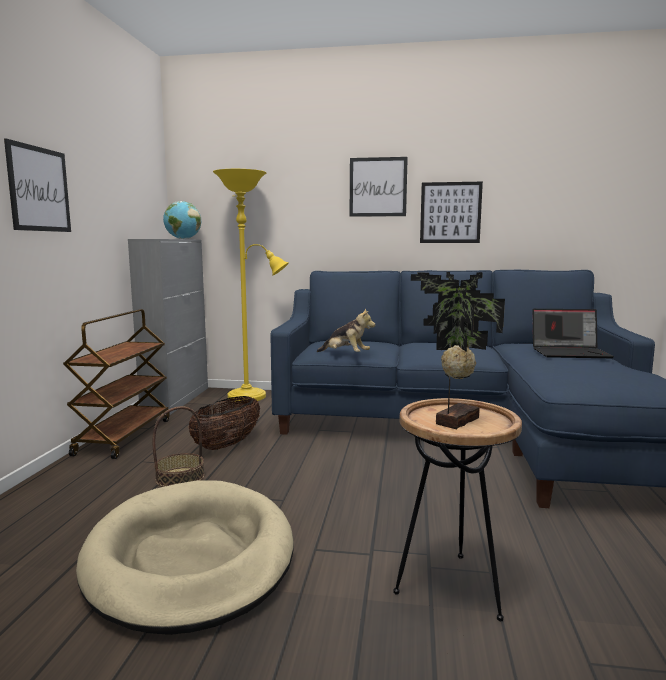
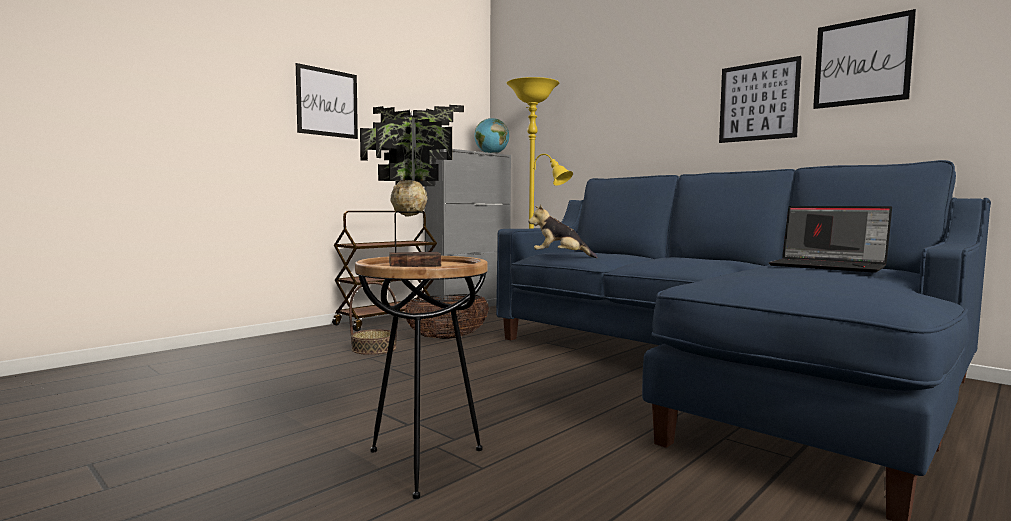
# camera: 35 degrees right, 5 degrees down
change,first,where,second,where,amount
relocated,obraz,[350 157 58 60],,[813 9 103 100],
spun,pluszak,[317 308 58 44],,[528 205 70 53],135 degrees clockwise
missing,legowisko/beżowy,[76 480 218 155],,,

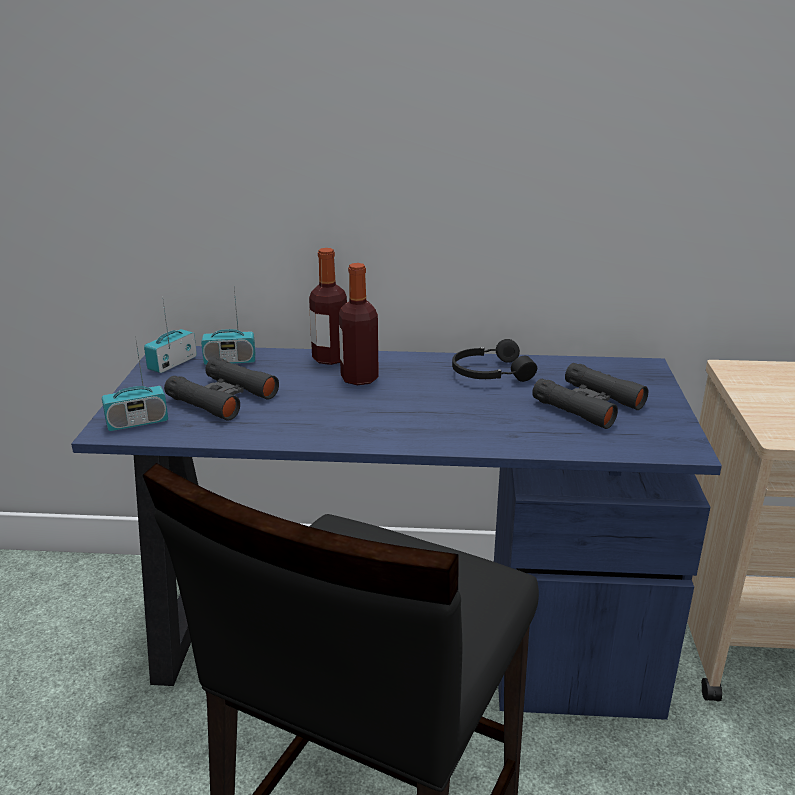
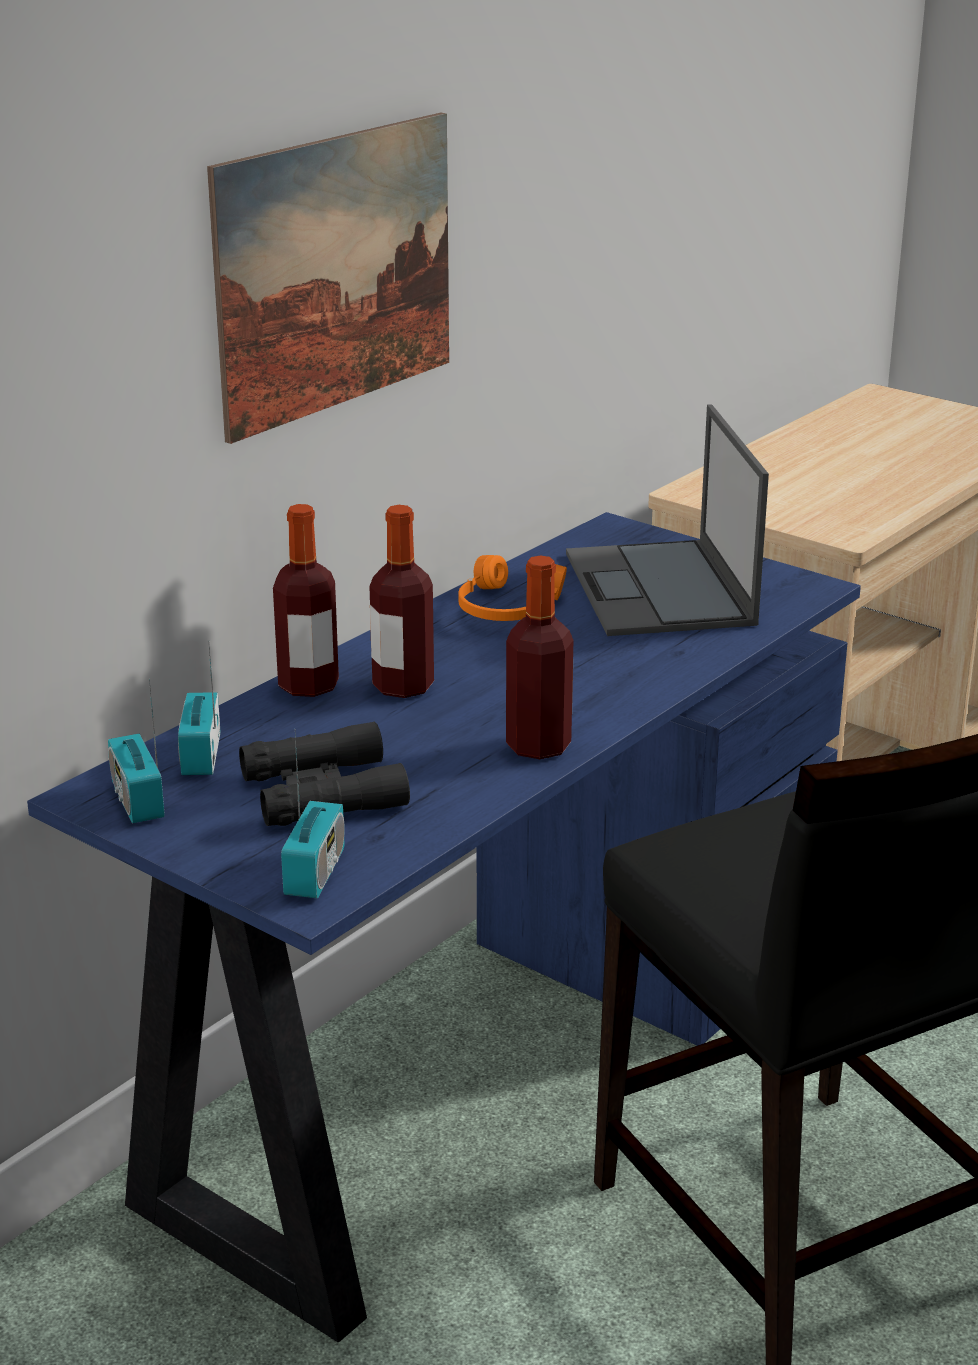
# camera: 55 degrees left, 0 degrees up
change,first,where,second,where,amount
spun,radio,[201 290 54 75],,[178 640 42 135],150 degrees clockwise
colour,słuchawki/czarny,[452 339 85 43],słuchawki/pomarańczowy,[458 555 109 66],
exchanged,lornetka/czarny,[532 363 116 66],laptop,[566 404 203 232],
appeared,,,obraz,[207 113 242 331],
appeared,,,butelka,[506 555 67 204],

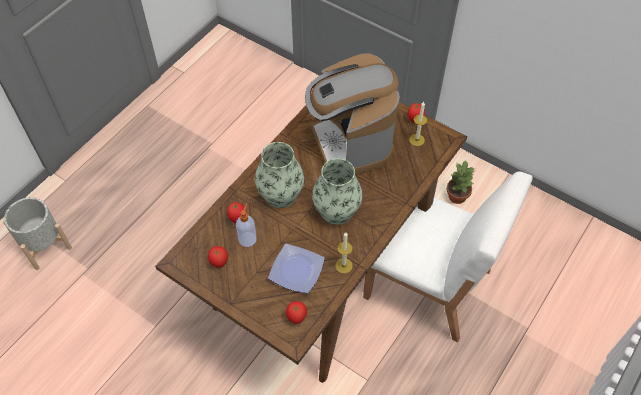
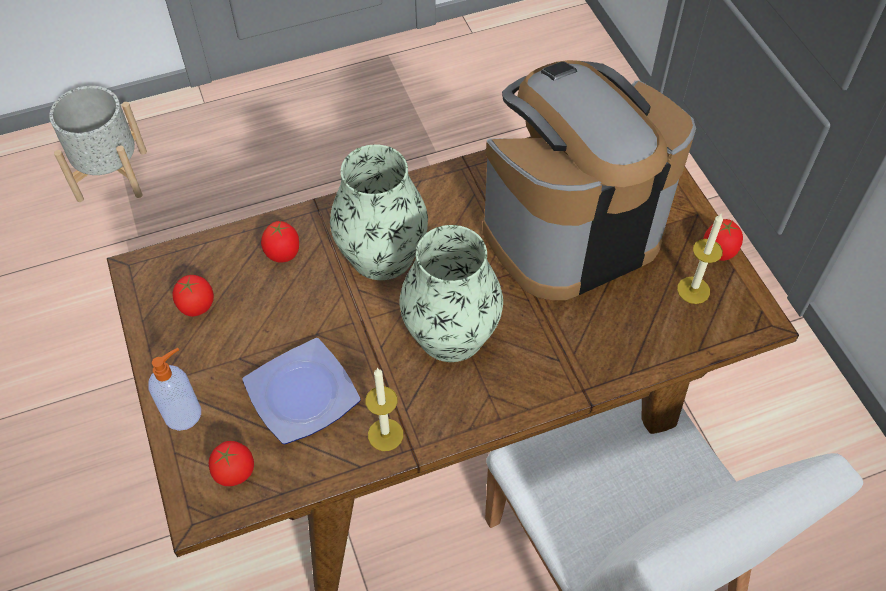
# camera: 35 degrees right, 0 degrees up
change,first,where,second,where,amount
spun,ekspres do kawy,[305 53 95 122],,[483 60 213 240],45 degrees clockwise
missing,roślina doniczkowa,[446 160 30 44],,,
relocated,dozownik mydła,[236 204 21 43],,[148 348 53 83],

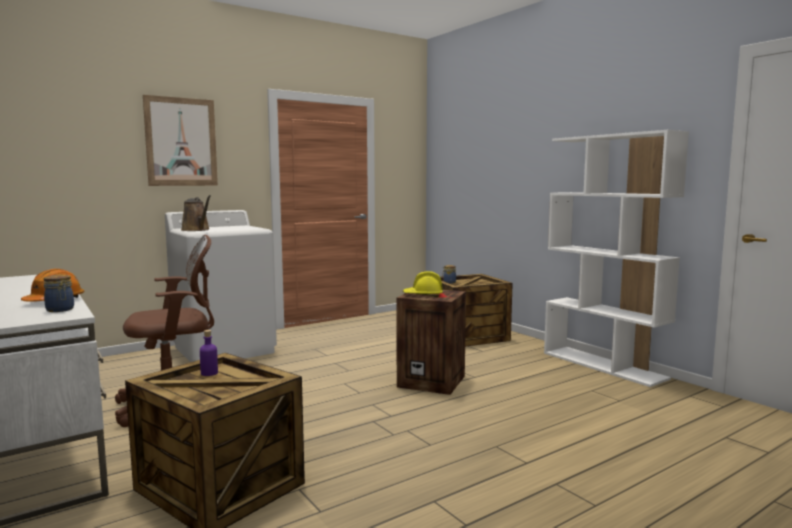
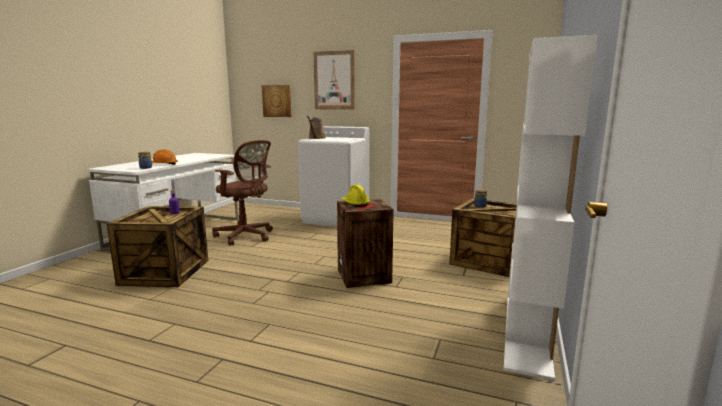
# camera: 55 degrees right, 5 degrees up
change,first,where,second,where,amount
appeared,,,obraz,[262 85 30 32],

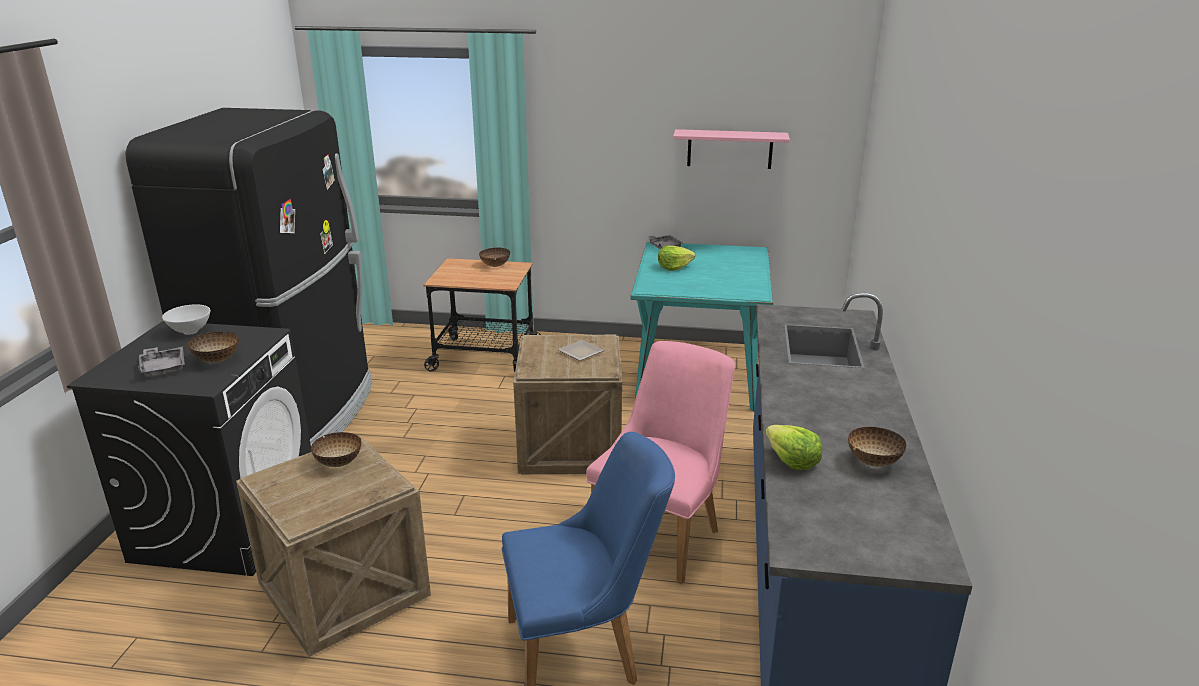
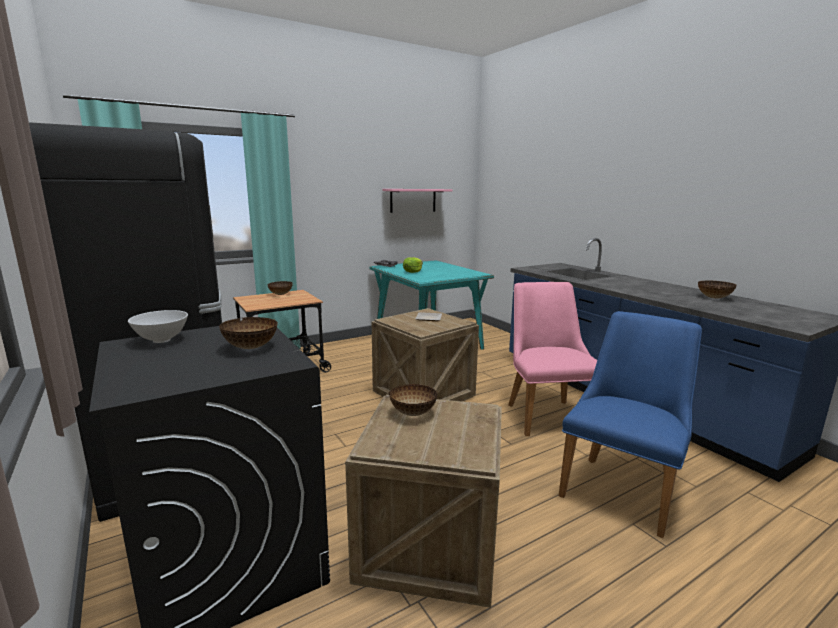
# camera: 40 degrees left, 10 degrees down
change,first,where,second,where,amount
missing,taca/szary,[138 347 47 30],,,
missing,sałata,[766 425 56 45],,,

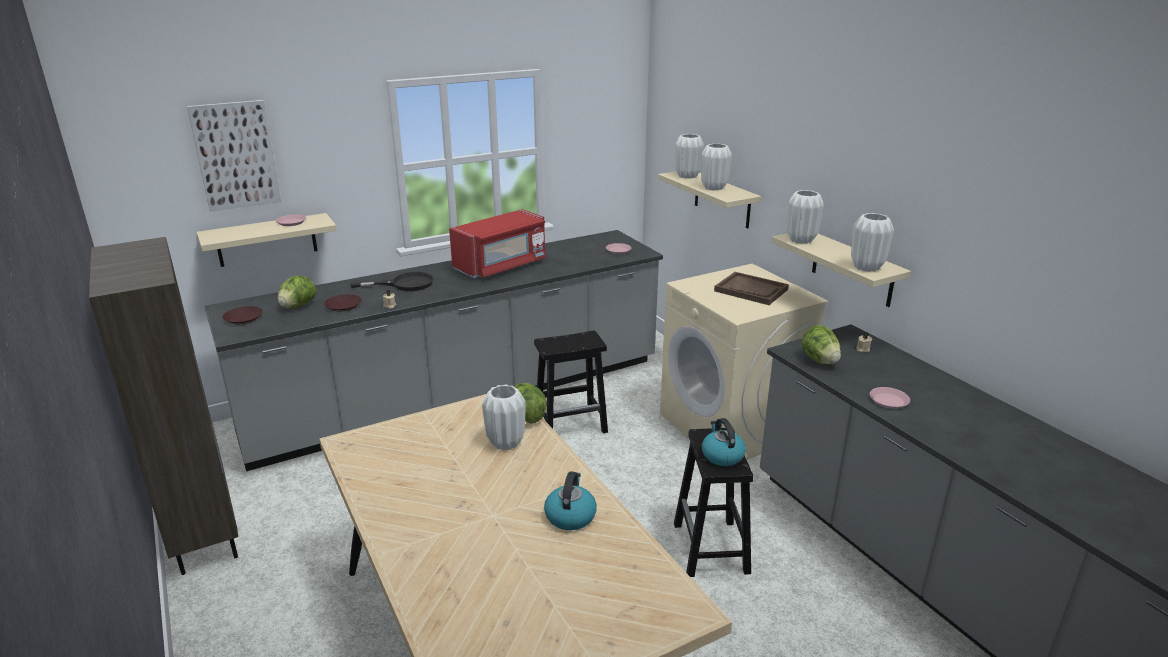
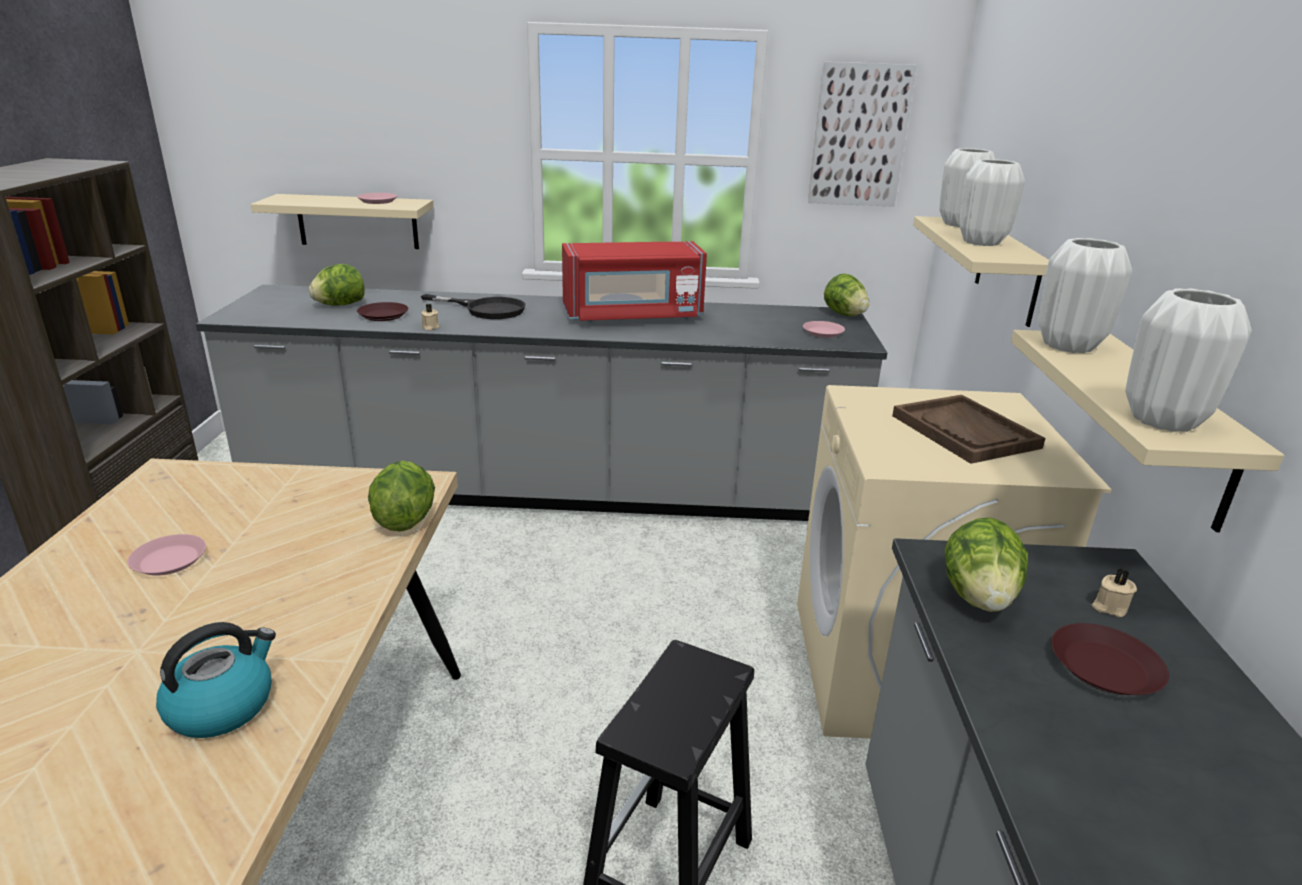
# camera: 30 degrees right, 0 degrees up
change,first,where,second,where,amount
relocated,obraz,[187 100 94 112],,[808 62 109 145],
relocated,talerz/brązowy,[222 306 41 18],,[1051 623 118 72],
missing,stołek/czarny,[534 331 74 102],,,
missing,wazon/biały,[482 385 44 65],,,
relocated,talerz/różowy,[870 387 40 22],,[128 534 78 42],
missing,czajnik,[702 418 44 48],,,
appeared,,,sałata,[824 274 46 42],

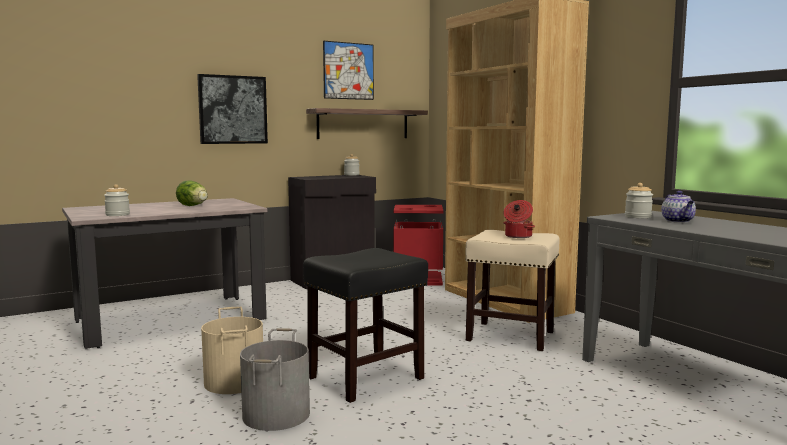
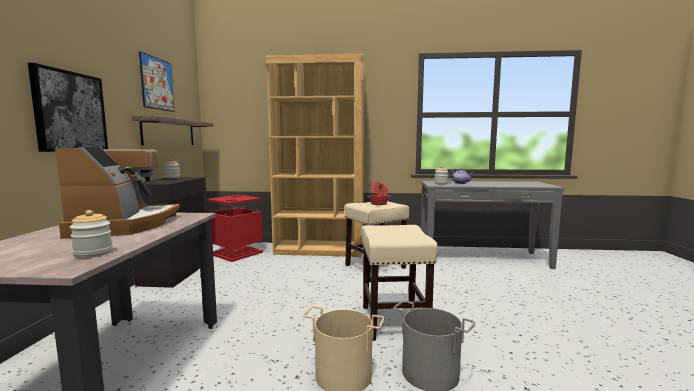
# camera: 55 degrees left, 0 degrees up
change,first,where,second,where,amount
exchanged,sałata,[176 180 32 26],ekspres do kawy,[55 147 125 92],
colour,stołek/czarny,[303 248 125 155],stołek/beżowy,[361 225 76 116],

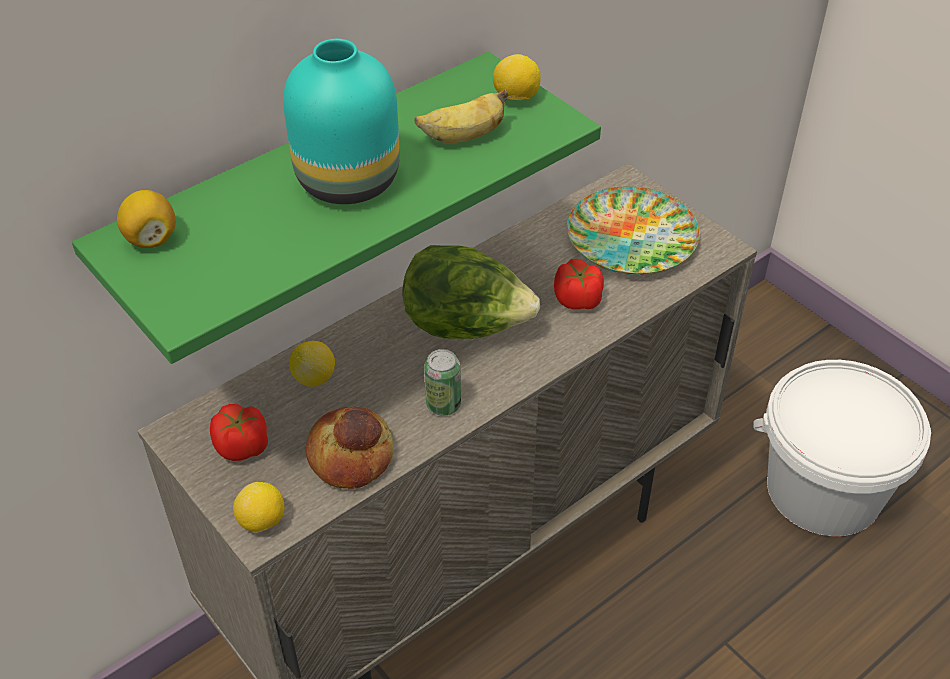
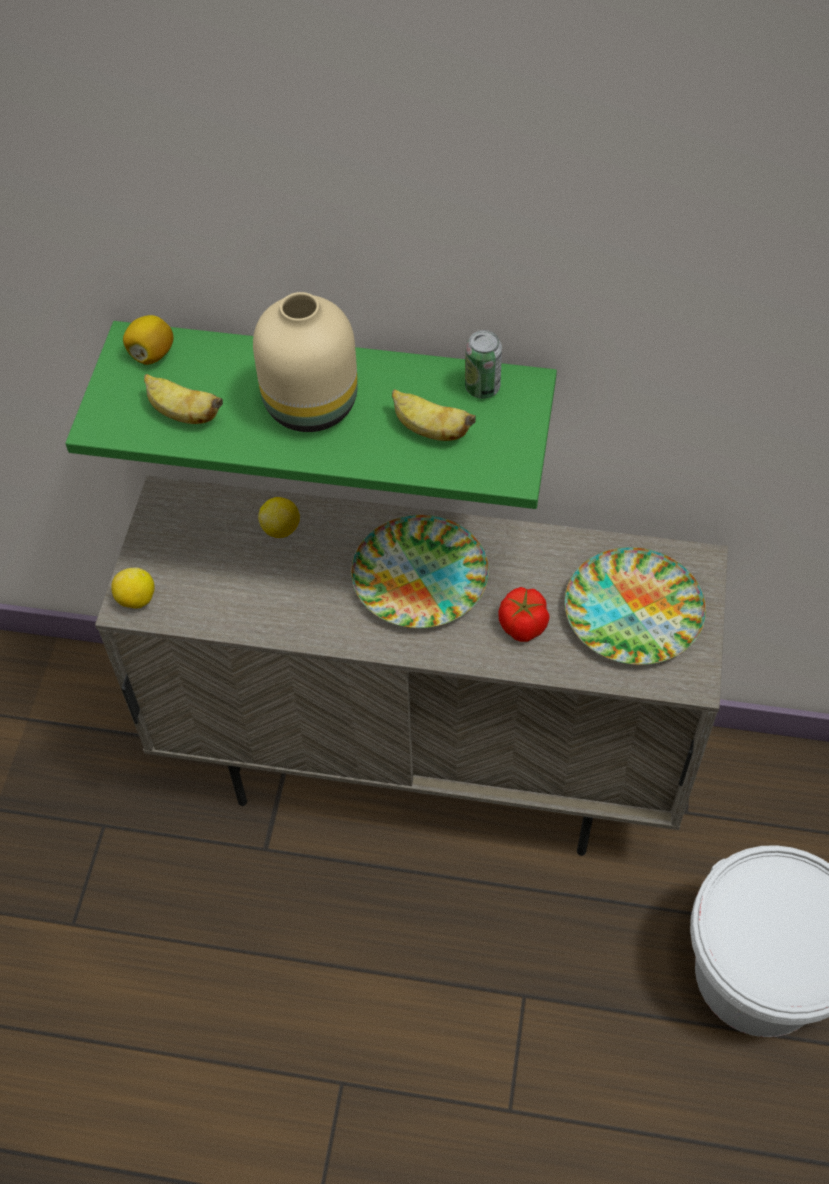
# camera: 50 degrees right, 10 degrees up
change,first,where,second,where,amount
colour,wazon/turkusowy,[283 39 117 165],wazon/beżowy,[253 292 105 140],
missing,cytryna,[493 54 48 46],,,
exchanged,sałata,[403 245 137 94],talerz,[351 515 138 113],
relocated,puszka,[424 349 37 67],,[465 330 37 69],
missing,pomidor,[210 404 58 57],,,
missing,chleb,[306 406 88 83],,,
appeared,,,banan,[144 374 79 50],

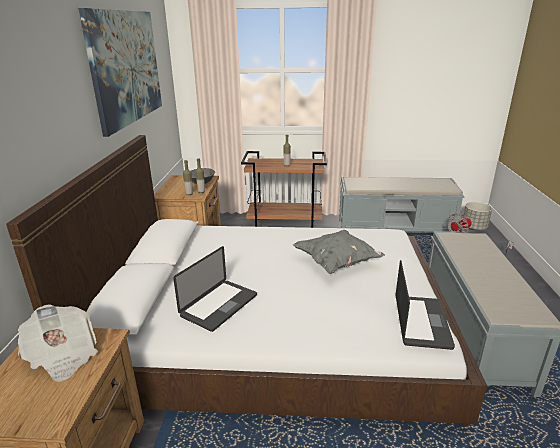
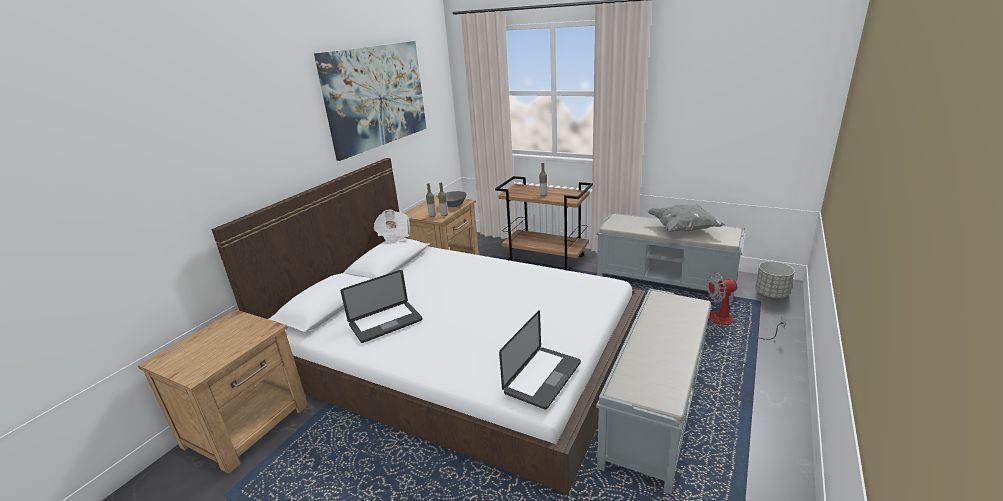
# camera: 25 degrees right, 0 degrees up
change,first,where,second,where,amount
relocated,poduszka/szary,[293 230 92 44],,[647 204 78 28],
relocated,gazeta,[18 304 80 78],,[373 210 37 34],

